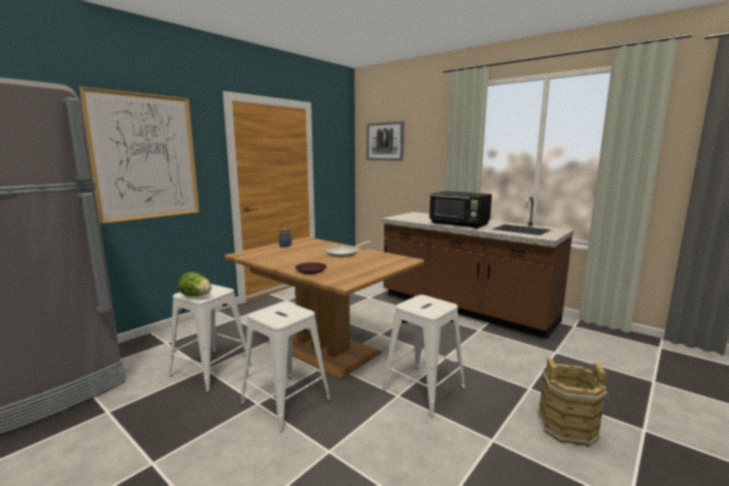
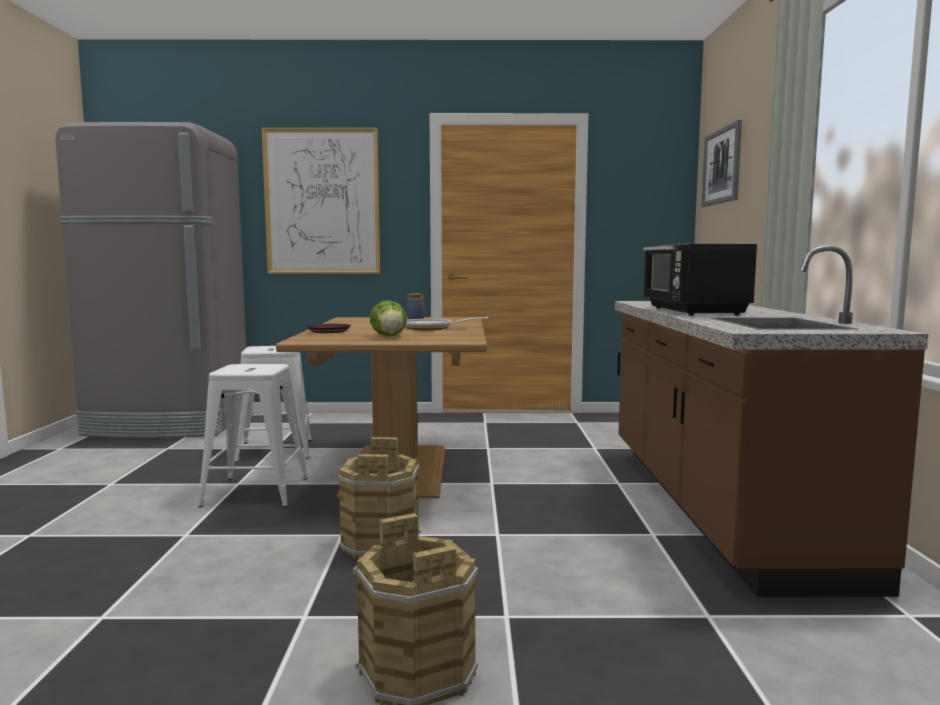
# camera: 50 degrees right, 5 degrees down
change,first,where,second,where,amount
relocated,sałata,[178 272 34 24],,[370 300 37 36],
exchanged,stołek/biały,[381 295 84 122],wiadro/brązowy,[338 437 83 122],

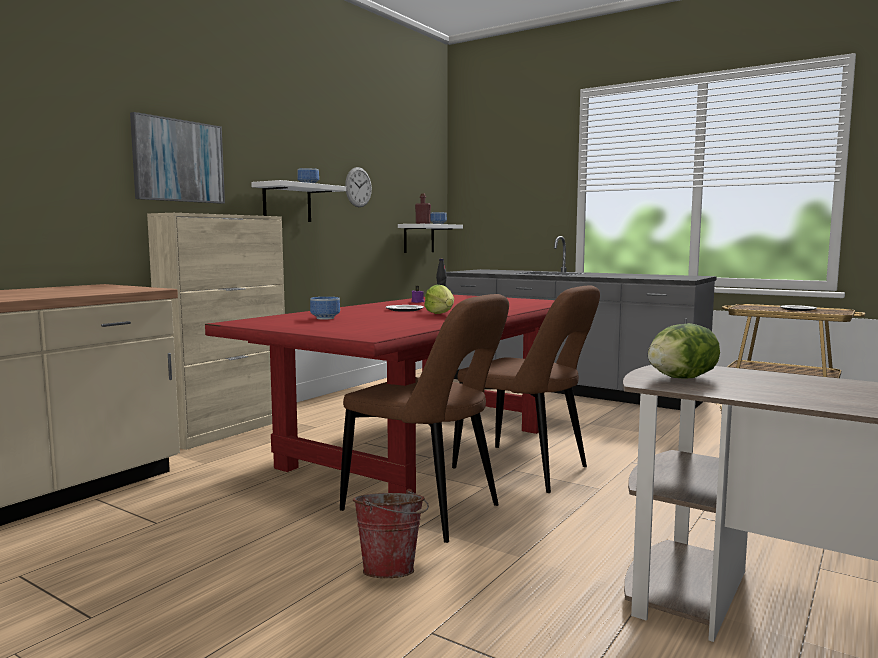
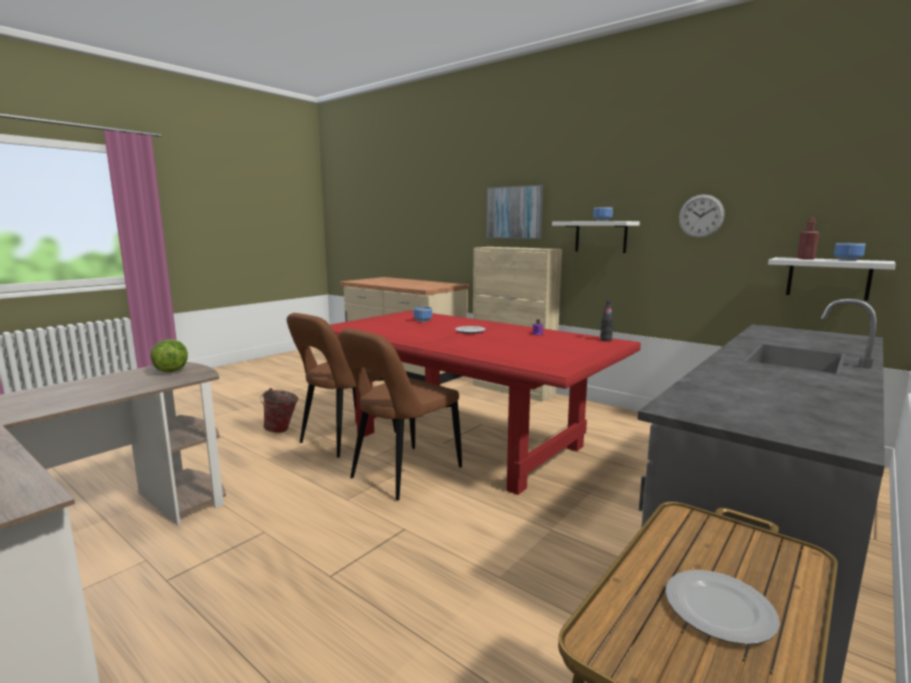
# camera: 95 degrees right, 5 degrees up
change,first,where,second,where,amount
missing,sałata,[424 285 30 29],,,

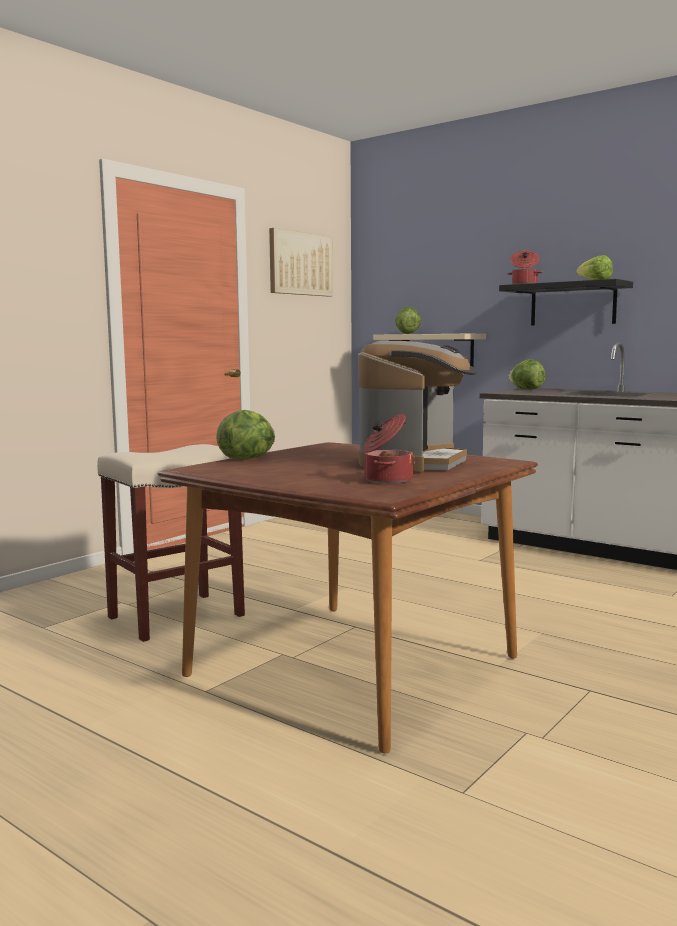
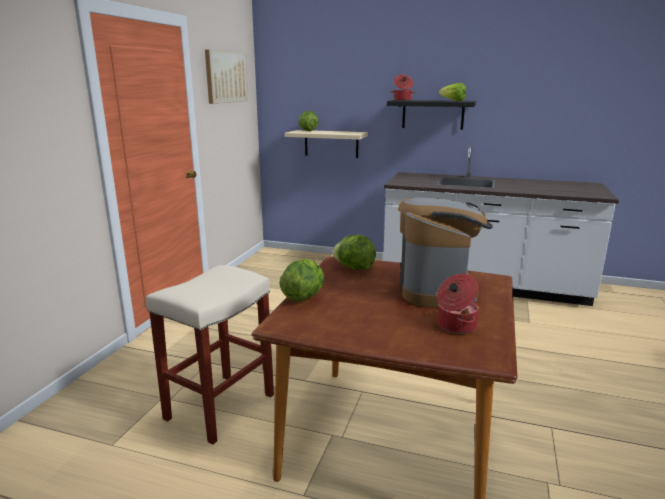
# camera: 20 degrees left, 10 degrees up
change,first,where,second,where,amount
relocated,sałata,[508 359 37 31],,[332 235 44 35],

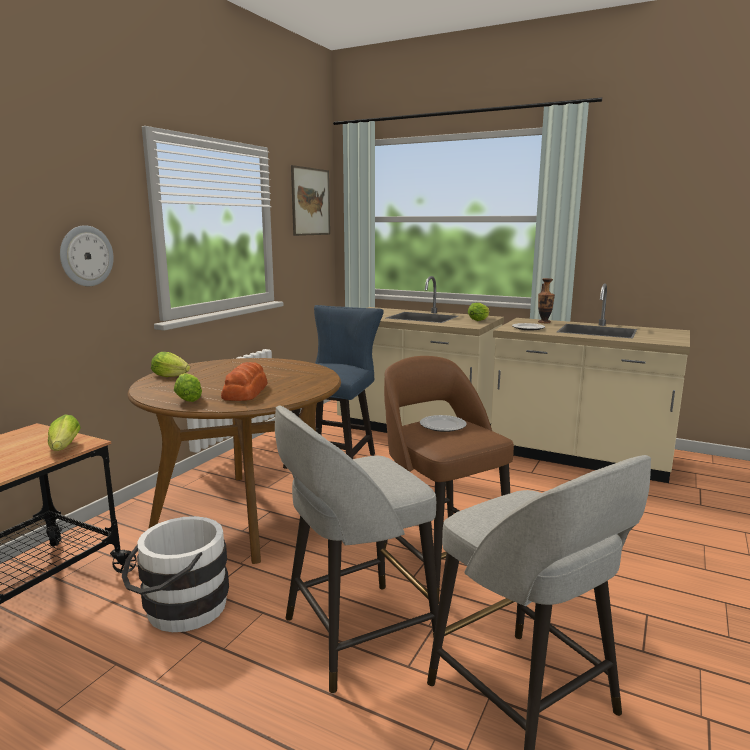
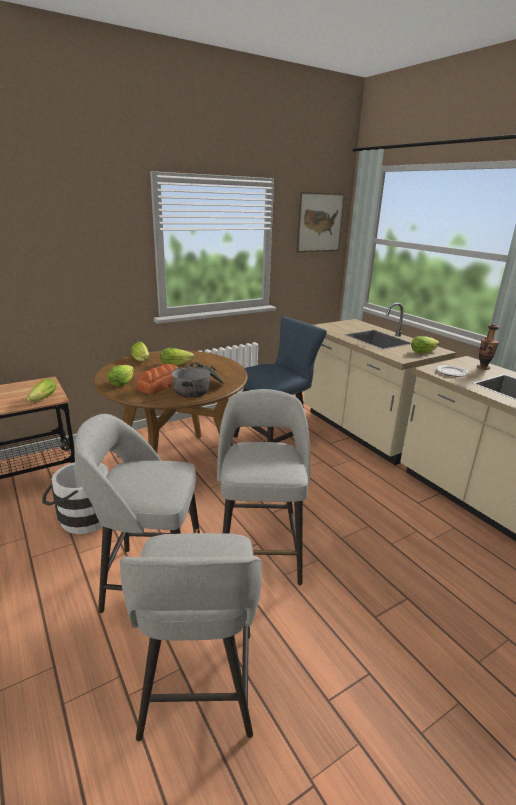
# camera: 30 degrees right, 10 degrees up
change,first,where,second,where,amount
missing,zegar ścienny,[60 225 54 61],,,
colour,stołek/brązowy,[384 356 130 248],stołek/szary,[217 389 93 196],
missing,talerz,[420 415 47 17],,,
appeared,,,sałata,[161 348 33 18],
appeared,,,garnek,[172 362 52 36],

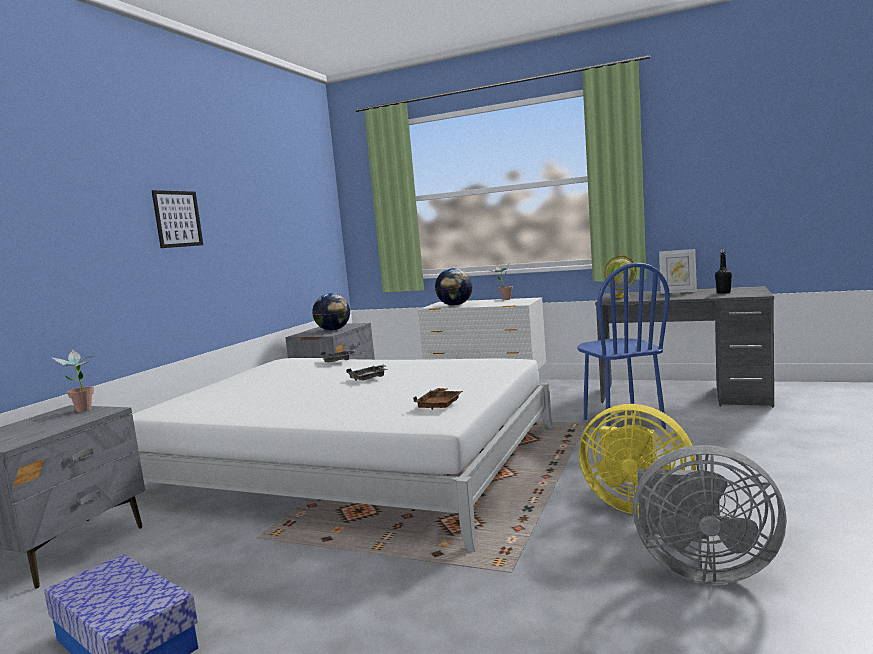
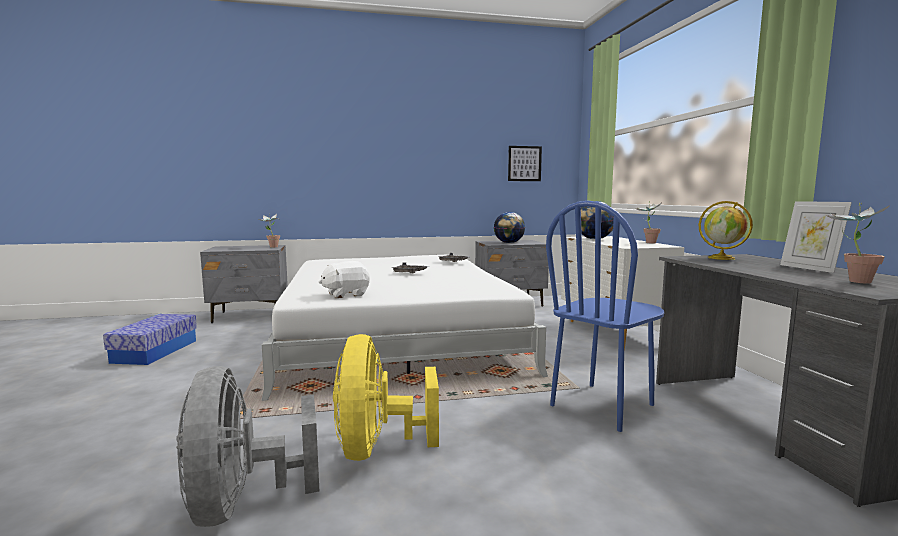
# camera: 55 degrees right, 0 degrees up
change,first,where,second,where,amount
relocated,obraz,[151 190 52 58],,[508 146 34 35],
exchanged,butelka/czarny,[715 248 17 46],roślina doniczkowa,[826 203 65 80],
exchanged,taca/brązowy,[413 388 50 22],pluszak/biały,[319 261 51 37],

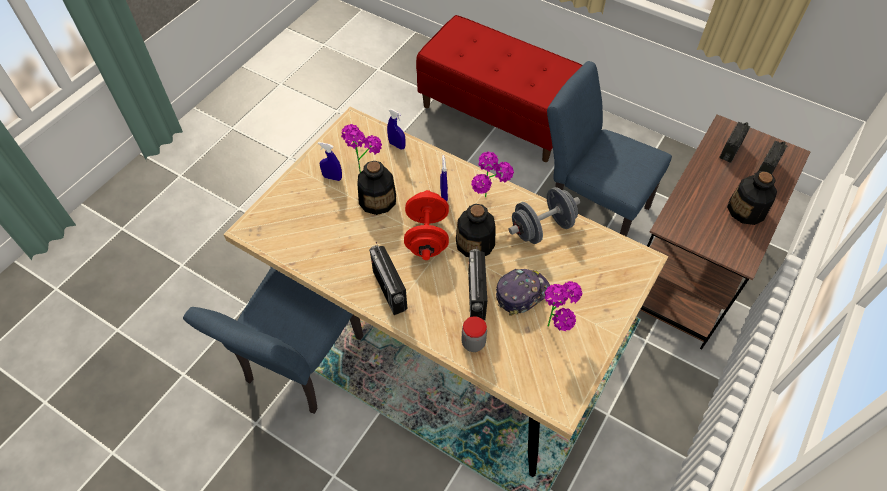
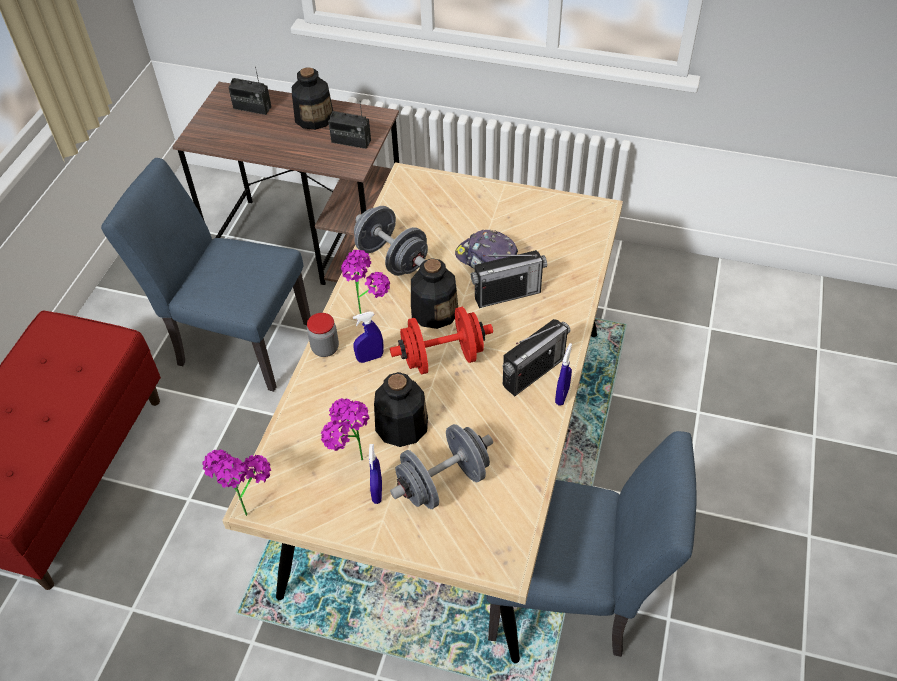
# camera: 105 degrees left, 5 degrees down
change,first,where,second,where,amount
spun,krzesło/niebieski,[547 61 125 176],,[101 158 210 234],90 degrees clockwise
relocated,spryskiwacz/niebieski,[387 109 19 41],,[555 343 17 63],
relocated,radio,[719 122 31 41],,[328 104 43 45],
relocated,roślina doniczkowa,[545 281 37 50],,[202 449 69 67],
relocated,słoik,[462 316 25 36],,[307 313 32 44],
appeared,,,hantel/szary,[390 424 103 85],

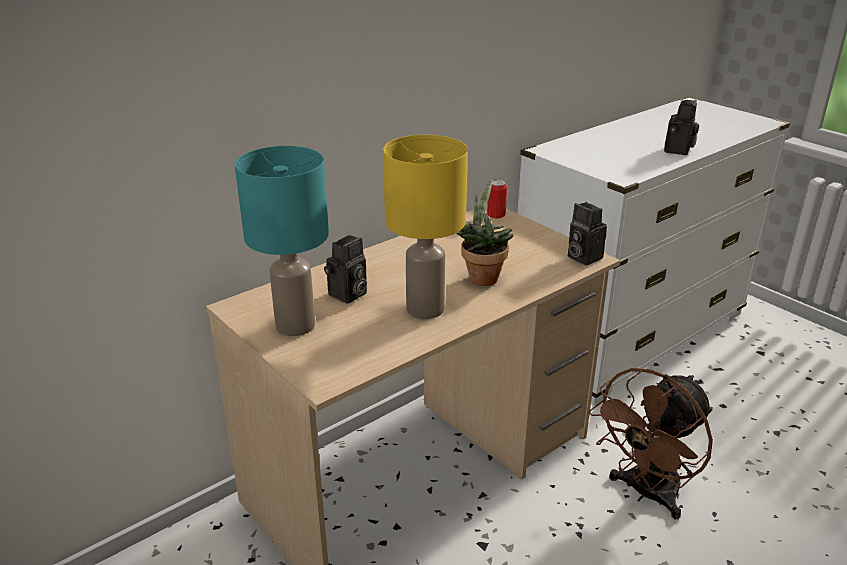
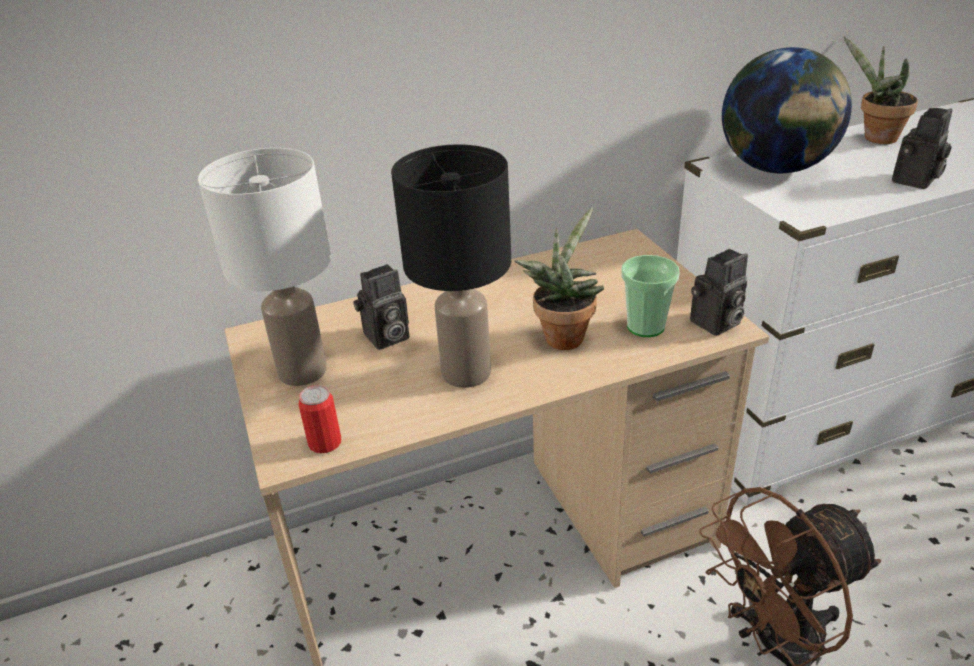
# camera: 20 degrees right, 5 degrees up
change,first,where,second,where,amount
colour,lampa stołowa/żółty,[383 135 85 184],lampa stołowa/czarny,[391 144 120 244],
colour,lampa stołowa/turkusowy,[235 146 94 190],lampa stołowa/biały,[198 148 133 238],
relocated,puszka,[487 179 20 39],,[298 385 43 68],
spun,aparat fotograficzny,[568 202 39 63],,[690 249 58 87],105 degrees counterclockwise
appeared,,,roślina doniczkowa,[844 37 74 107],
appeared,,,globus,[722 47 130 127],
appeared,,,filiżanka,[621 255 58 82],

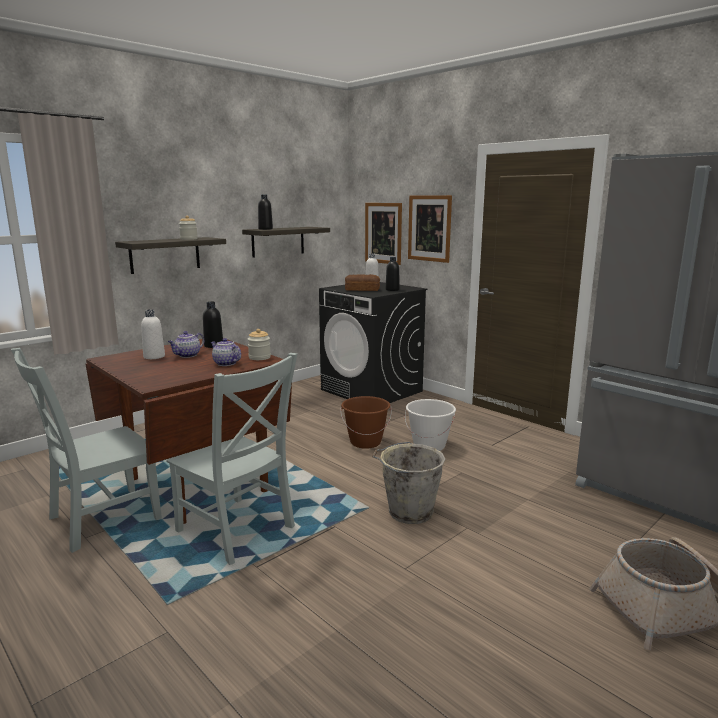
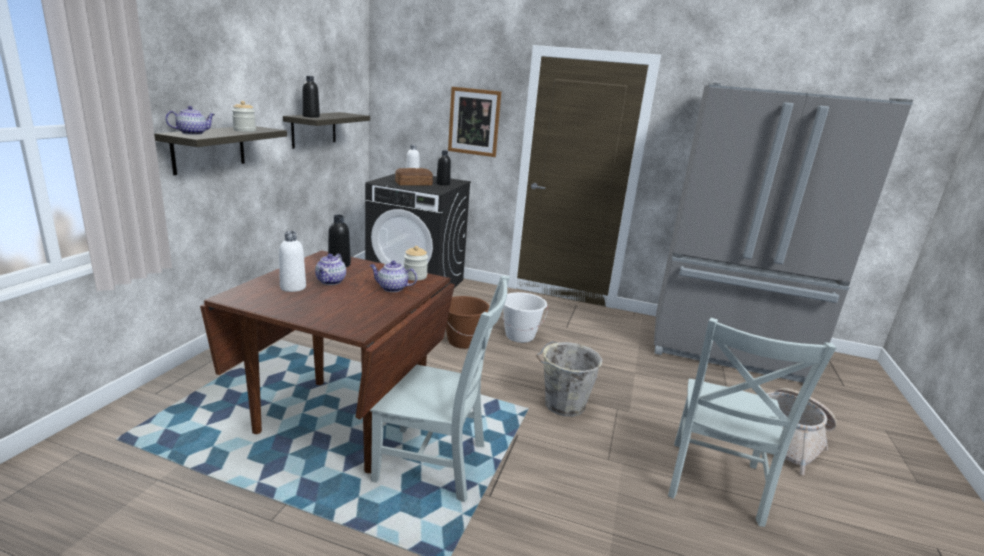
# camera: 30 degrees left, 5 degrees up
change,first,where,second,where,amount
missing,obraz,[365 203 37 62],,,
relocated,krzesło/szary,[11 348 151 205],,[668 318 169 209],
appeared,,,imbryk,[165 106 50 29],

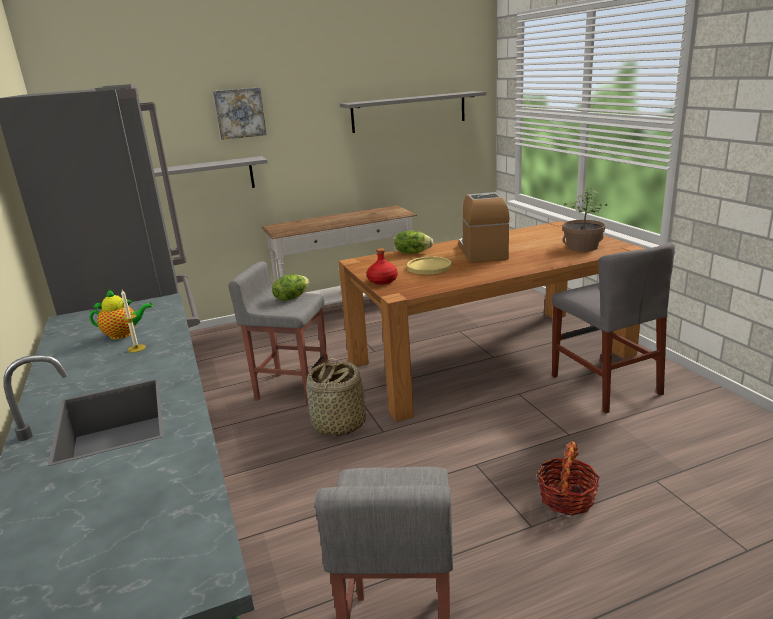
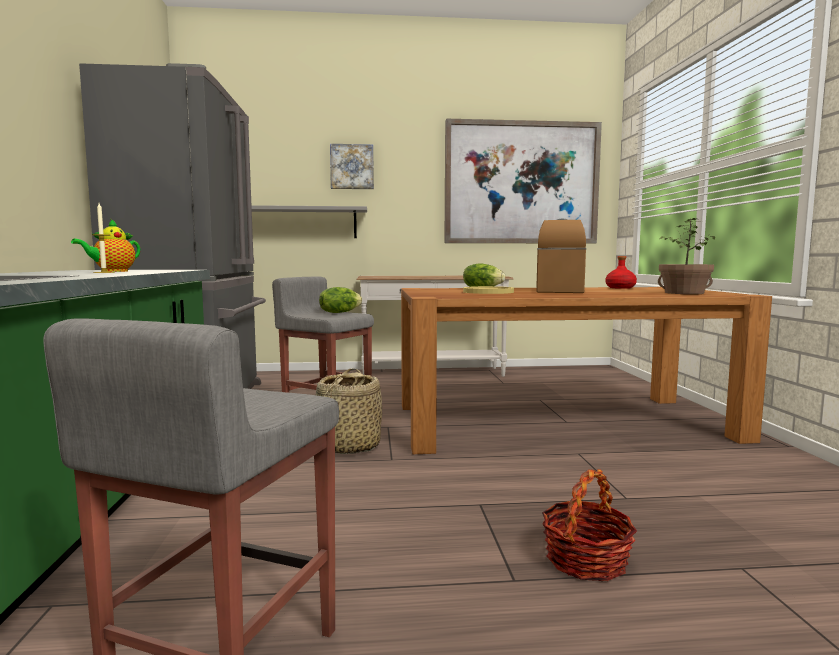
# camera: 15 degrees right, 15 degrees down
change,first,where,second,where,amount
exchanged,półka/szary,[340 91 146 42],obraz,[445 119 157 125],
missing,krzesło/szary,[552 242 123 171],,,
relocated,butelka/czerwony,[367 248 31 37],,[605 256 32 33],
spun,imbryk,[89 290 64 50],,[71 219 69 53],120 degrees clockwise

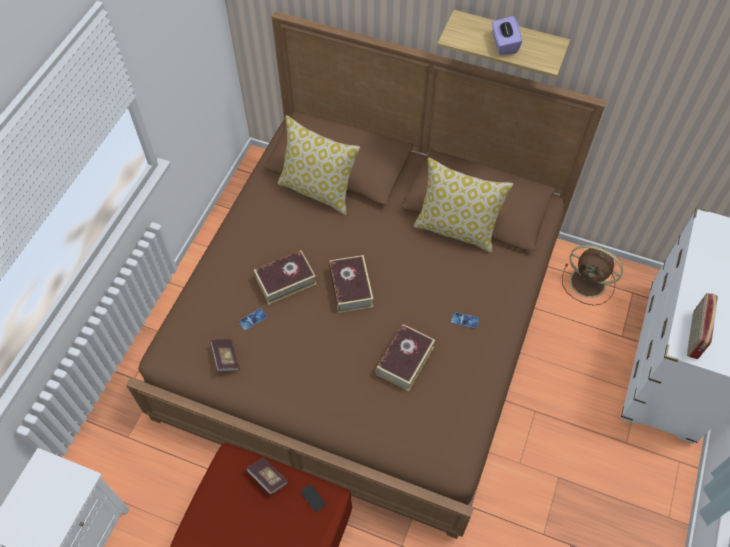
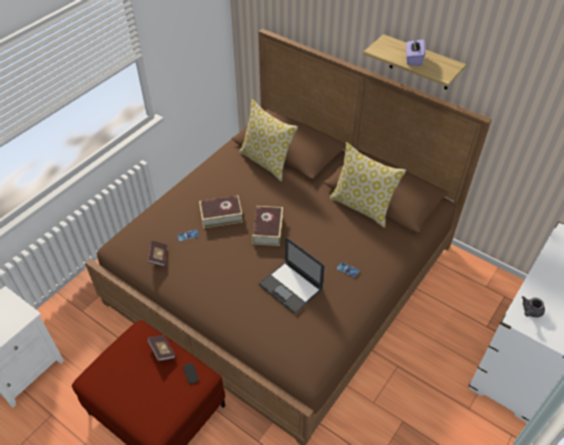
# camera: 15 degrees right, 10 degrees down
change,first,where,second,where,amount
missing,wentylator/brązowy,[562 245 61 61],,,
exchanged,radio,[687 293 31 66],imbryk/szary,[522 296 23 21],
exchanged,książka,[376 324 59 67],laptop,[259 237 66 77],

